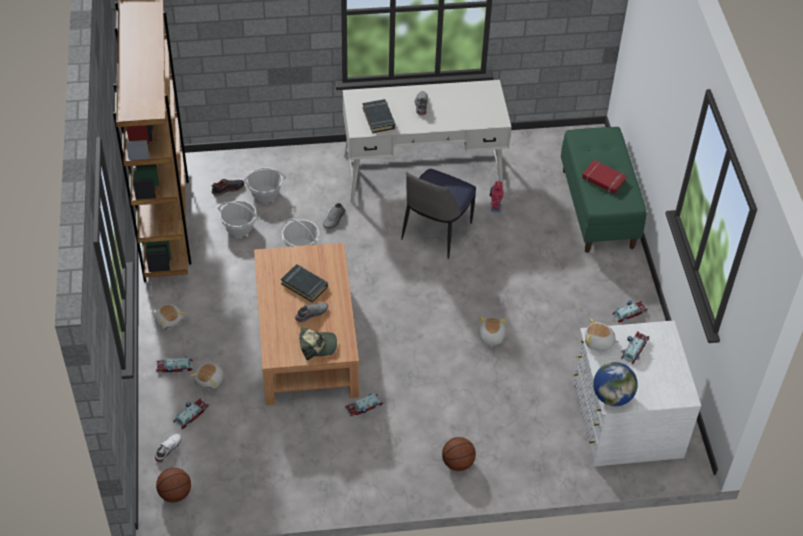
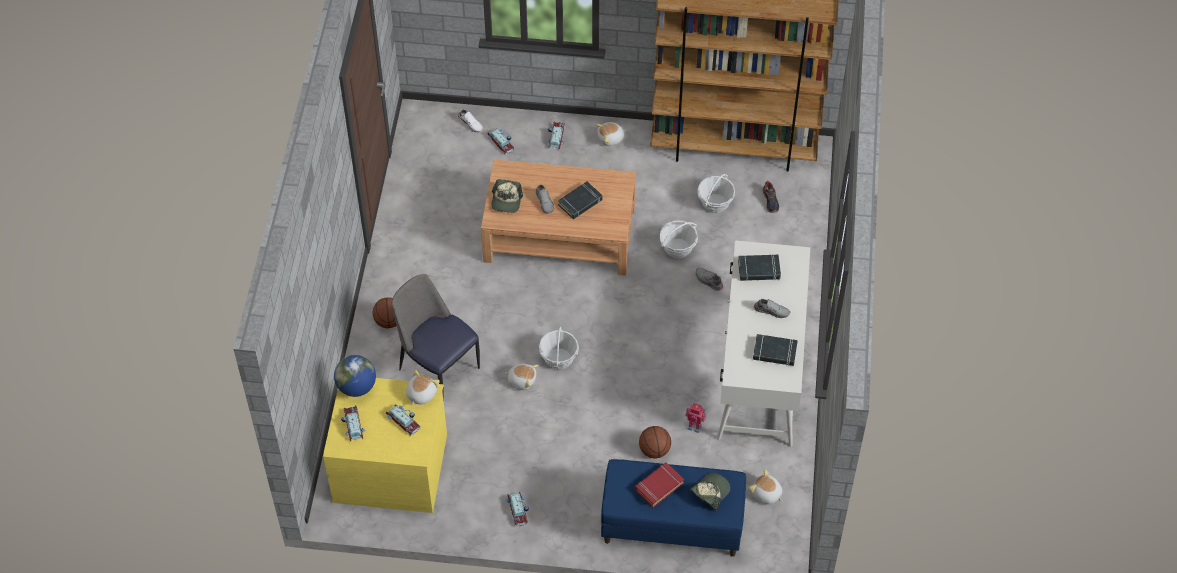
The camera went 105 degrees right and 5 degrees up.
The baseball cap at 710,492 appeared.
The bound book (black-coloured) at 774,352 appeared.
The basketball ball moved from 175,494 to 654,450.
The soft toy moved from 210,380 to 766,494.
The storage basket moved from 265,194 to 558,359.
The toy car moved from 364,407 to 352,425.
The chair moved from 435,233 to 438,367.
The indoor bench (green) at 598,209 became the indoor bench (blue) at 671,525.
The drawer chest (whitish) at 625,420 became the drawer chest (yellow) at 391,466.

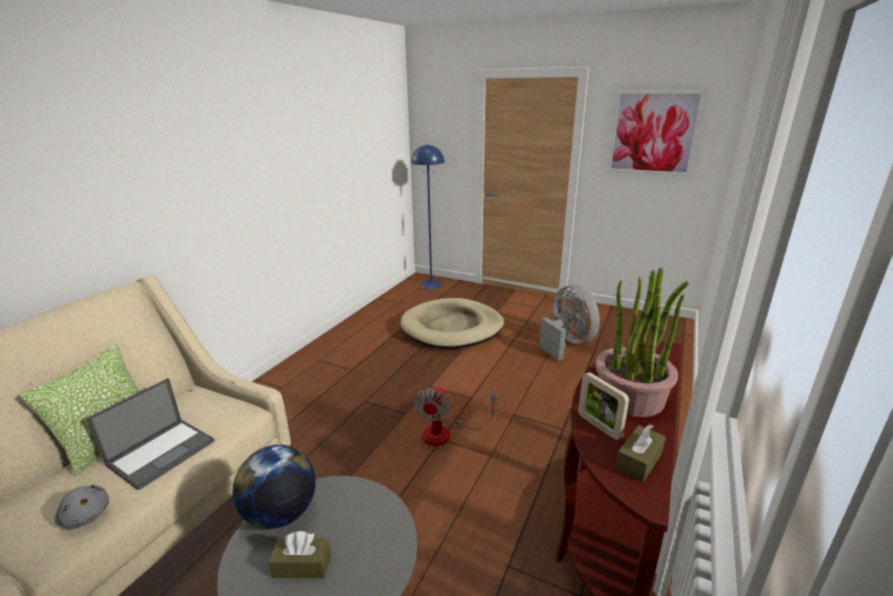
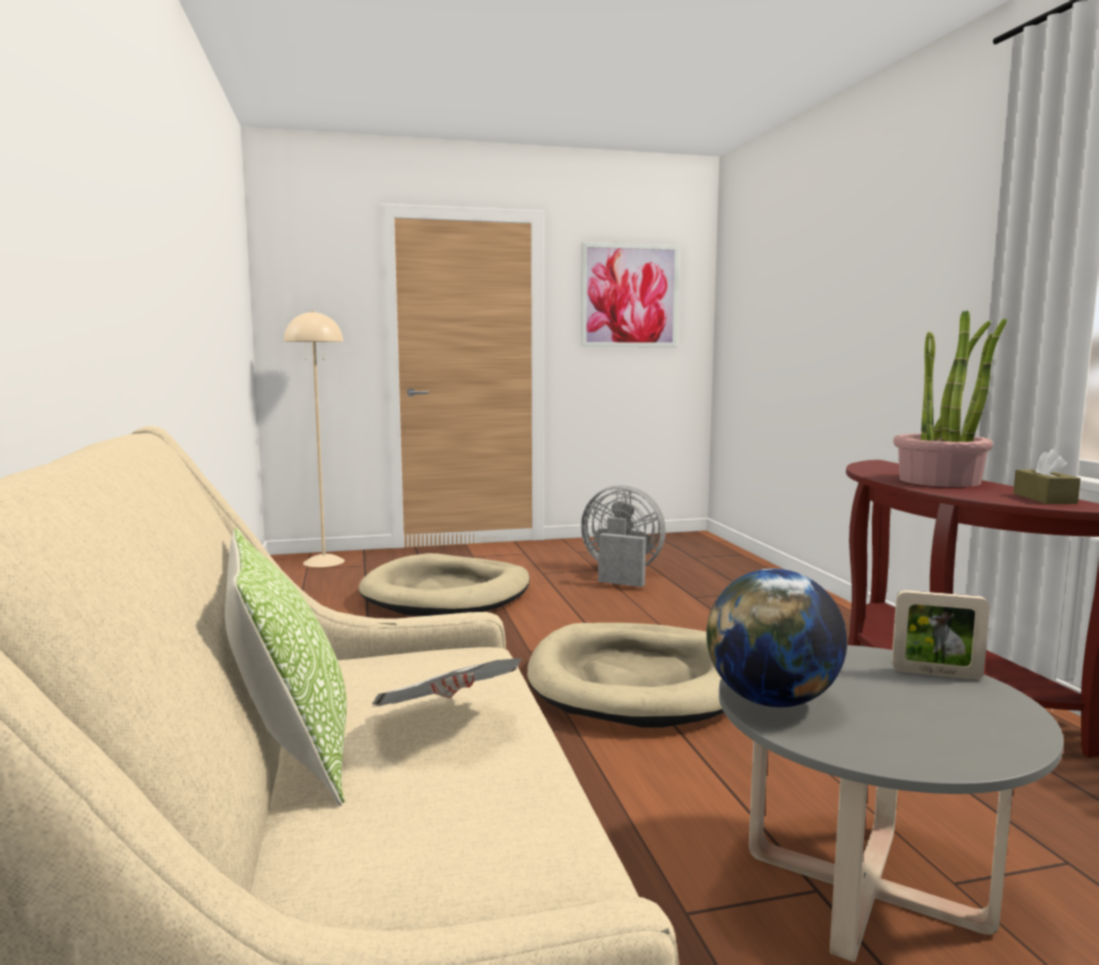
The camera went 40 degrees left and 15 degrees down.
The soft toy (greyish) at 86,516 disappeared.
The tissue box (brown) at 302,565 disappeared.
The picture frame moved from 599,426 to 936,674.
The laptop at 162,452 was replaced by the printed paper at 446,723.
The cooling fan at 446,432 was replaced by the dog bed (beige) at 637,681.
The standard lamp (blue) at 431,284 became the standard lamp (beige) at 324,561.

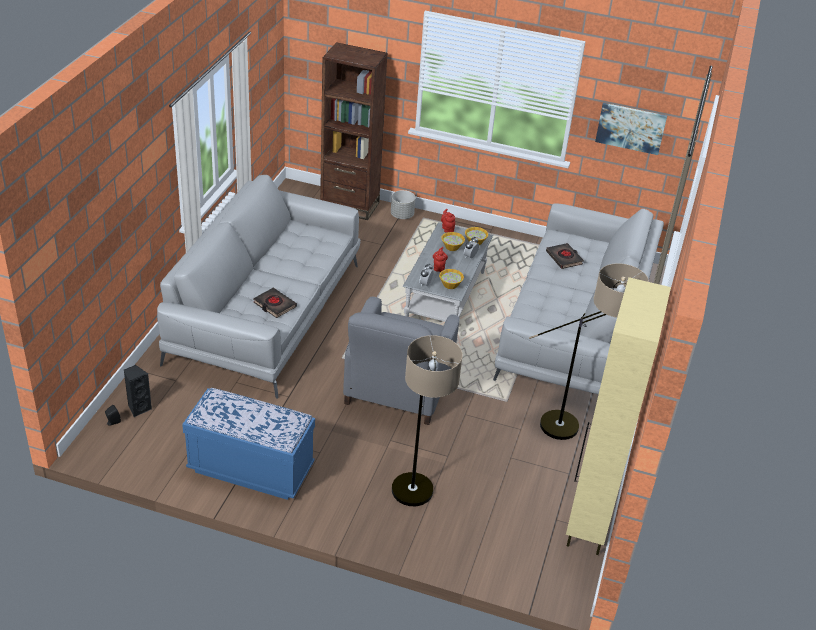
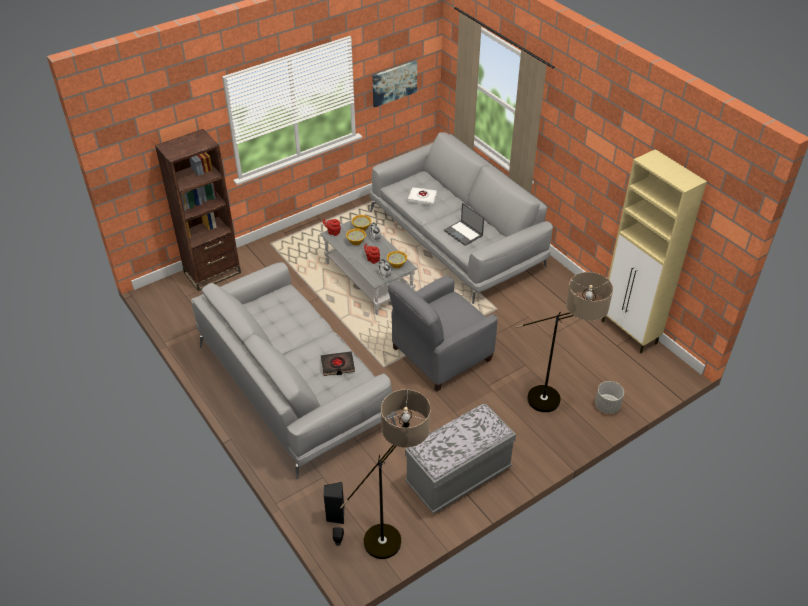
The camera went 50 degrees left and 5 degrees up.
The laptop at 463,233 appeared.
The planter (greyish) moved from 402,215 to 607,406.
The standard lamp moved from 574,430 to 395,534.
The indoor bench (blue) at 251,469 became the indoor bench (greyish) at 458,477.
The bound book (black-coloured) at 564,258 became the bound book (whitish) at 422,198.
The armchair (greyish) at 397,388 turned 90 degrees clockwise.

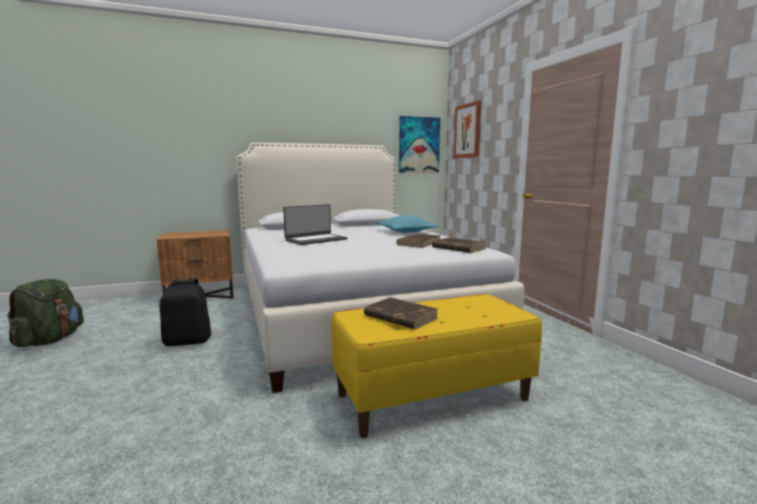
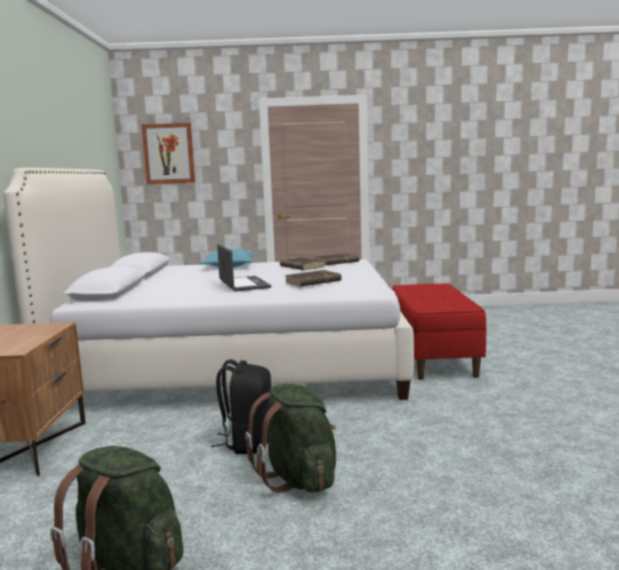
The camera went 70 degrees left and 0 degrees up.
The wall picture at 419,145 disappeared.
The backpack (green) at 298,478 appeared.
The bound book (brown) moved from 400,317 to 312,281.
The indoor bench (yellow) at 432,396 became the indoor bench (red) at 432,356.

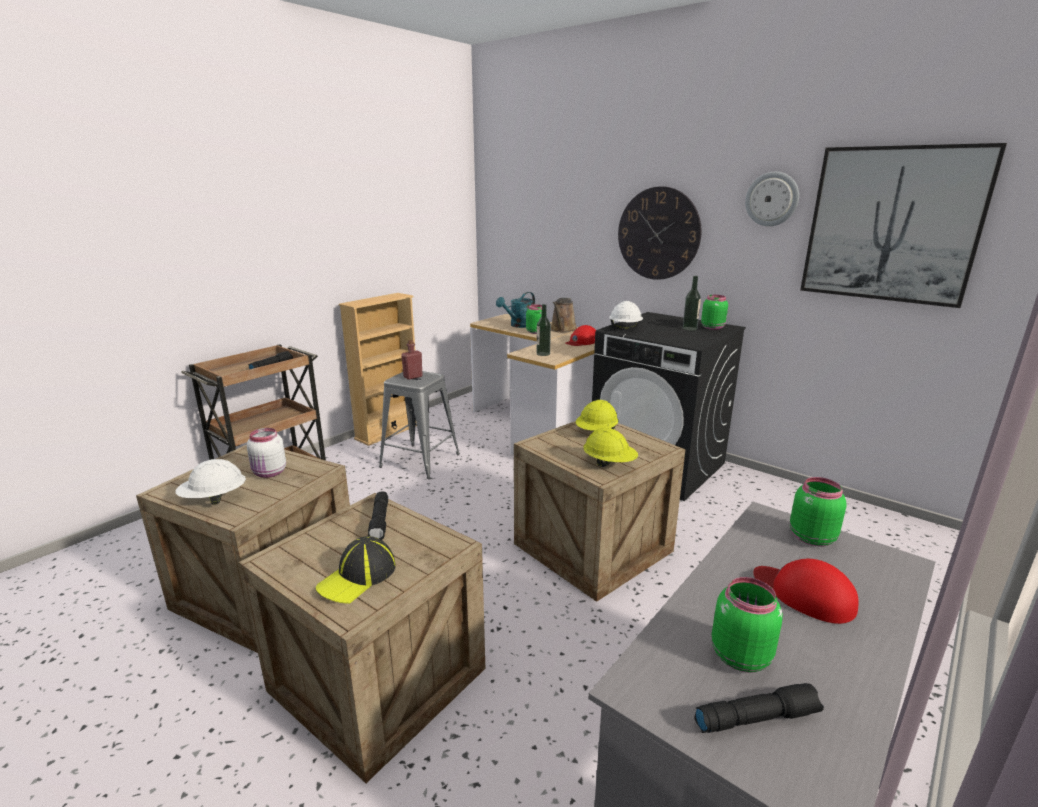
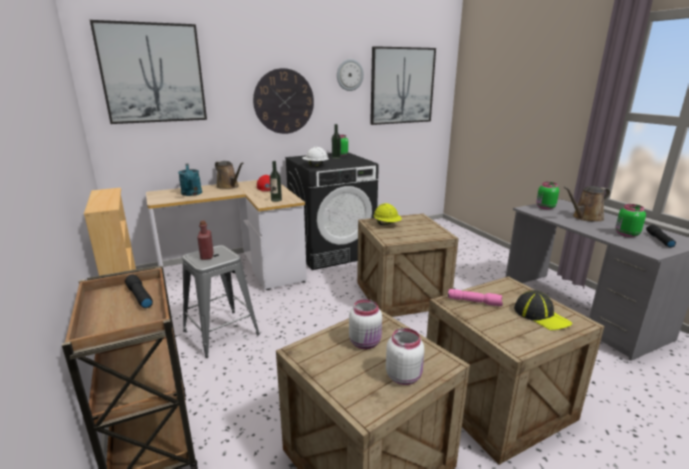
The camera went 65 degrees left and 0 degrees up.
The storage jar (green) at 535,332 disappeared.
The safety helmet (yellow) at 609,464 disappeared.
The wall picture at 153,74 appeared.
The safety helmet (whitish) at 214,499 was replaced by the storage jar (whitish) at 404,376.
The baseball cap (red) at 804,594 was replaced by the sprinkling can (brown) at 585,218.
The torch (black-coloured) at 380,522 became the torch (pink-coloured) at 474,301.

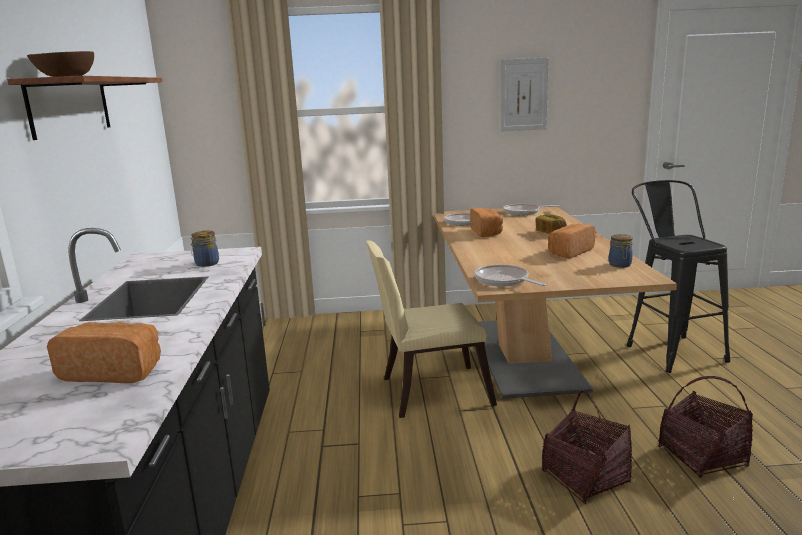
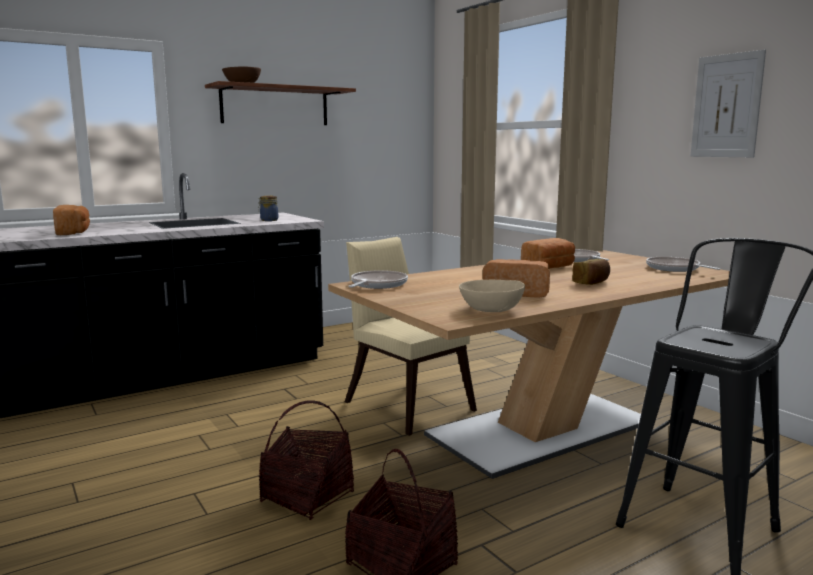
The camera went 60 degrees right and 5 degrees down.
The storage jar at 620,265 was replaced by the serving bowl (beige) at 491,309.

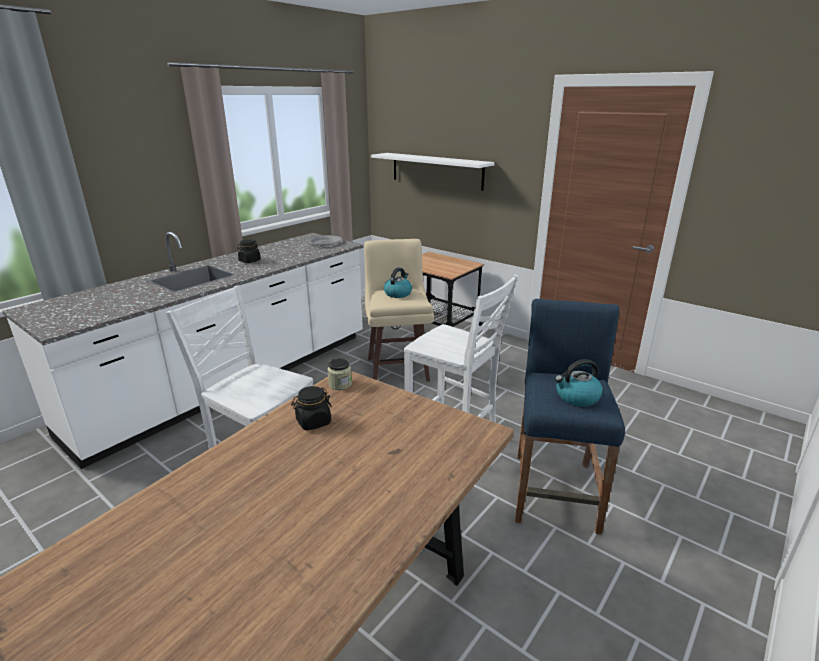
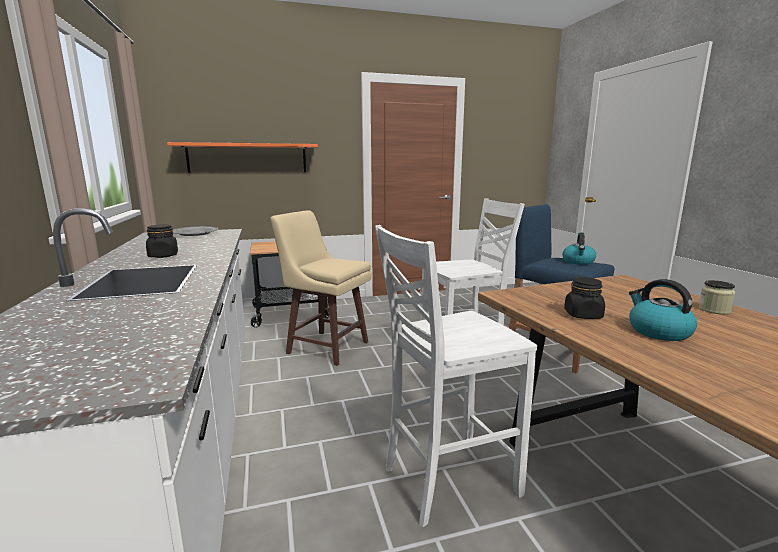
The camera went 55 degrees left and 10 degrees down.
The storage jar moved from 340,384 to 714,310.
The water kettle moved from 398,293 to 658,331.
The wall shelf (whitish) at 436,171 became the wall shelf (orangey) at 248,158.

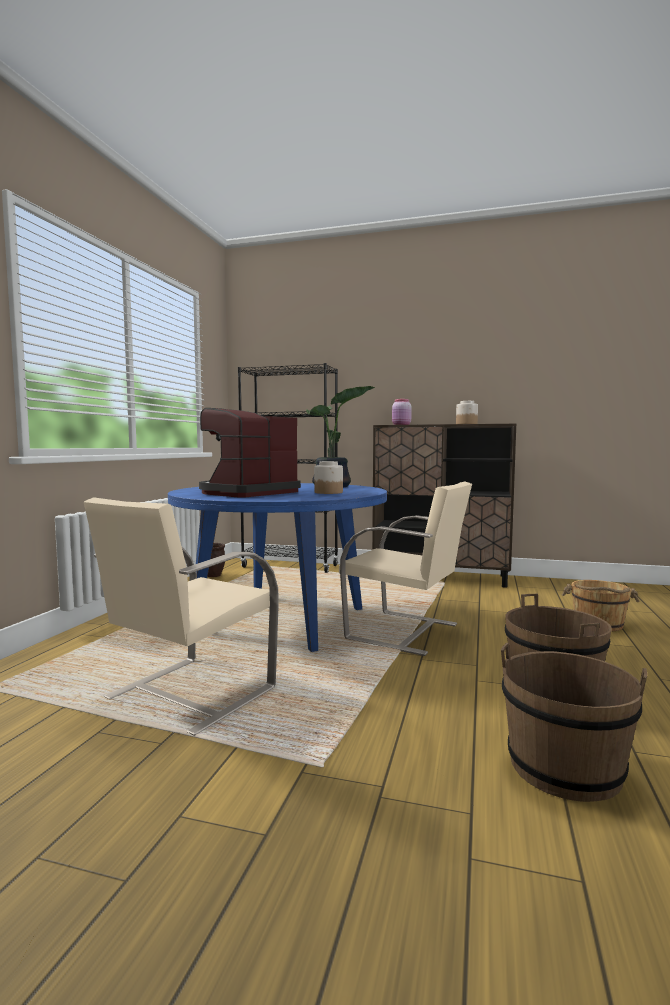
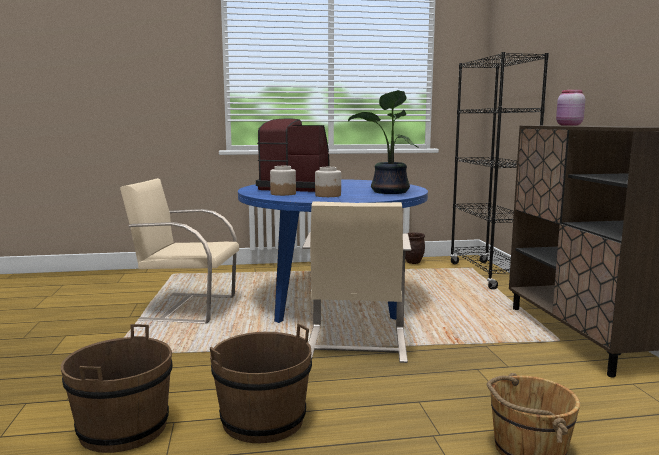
The camera went 65 degrees right and 5 degrees up.
The storage jar moved from 466,424 to 283,194.

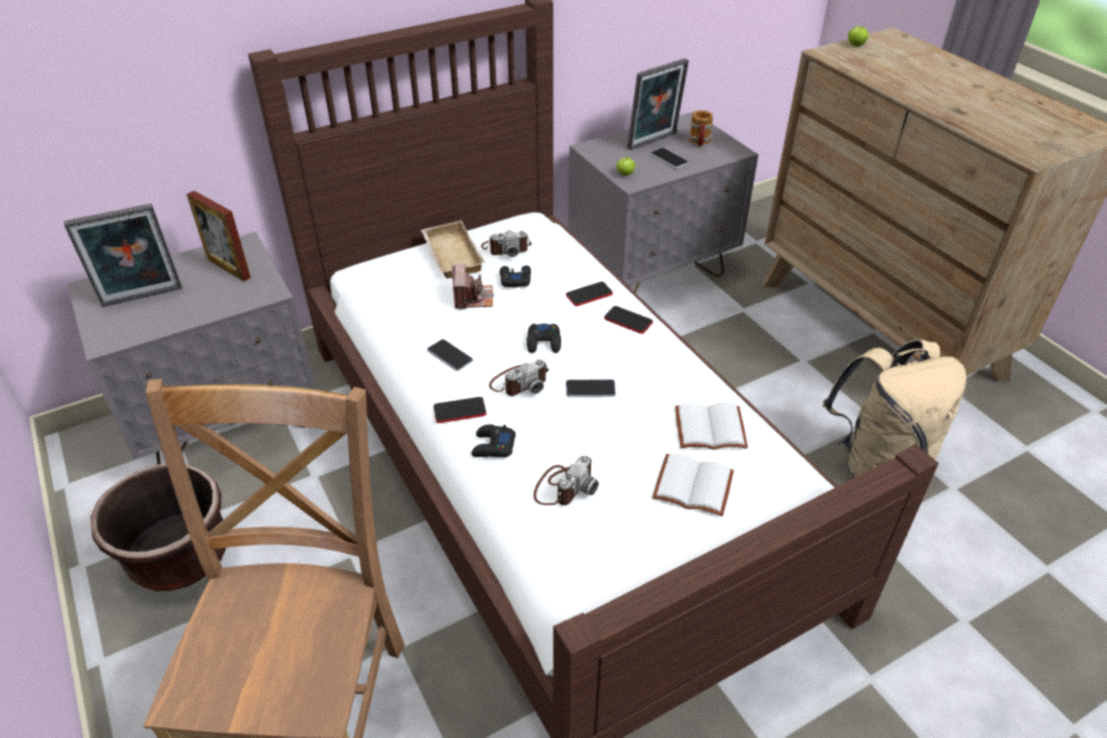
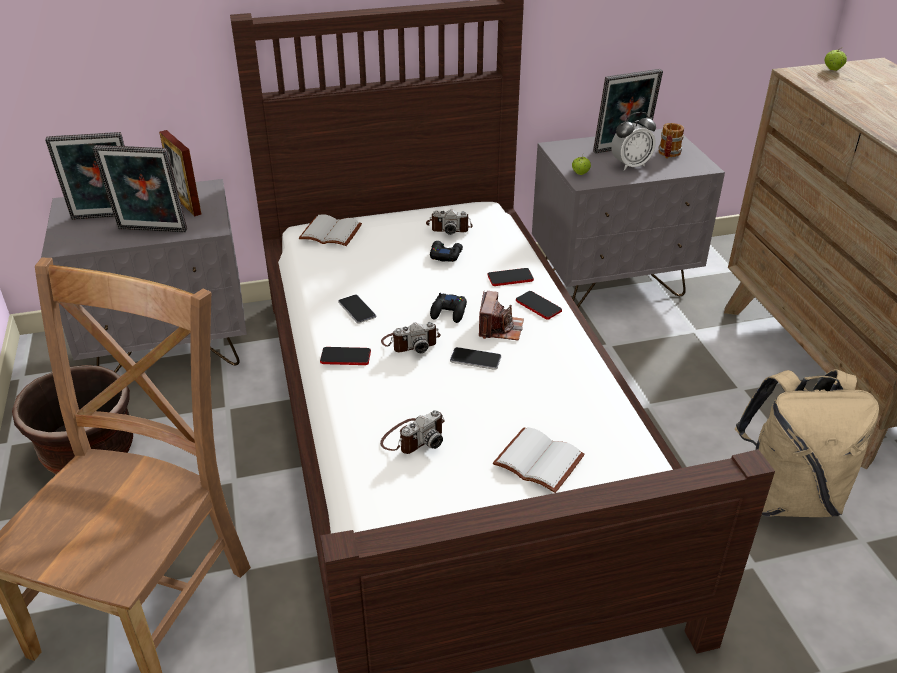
The camera went 15 degrees right and 5 degrees down.
The tray (beige) at 450,255 disappeared.
The game controller (black-coloured) at 493,446 disappeared.
The picture frame at 151,231 appeared.
The photo camera moved from 472,298 to 500,328.
The bound book (whitish) moved from 709,430 to 329,233.
The phone at 669,159 was replaced by the alarm clock at 630,165.

